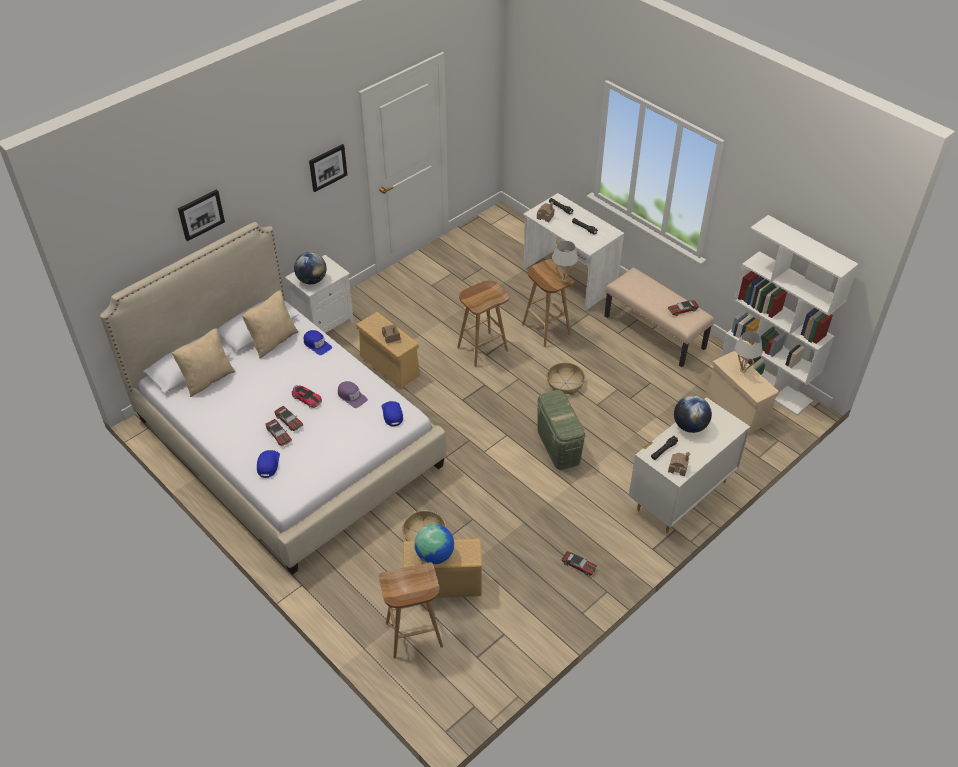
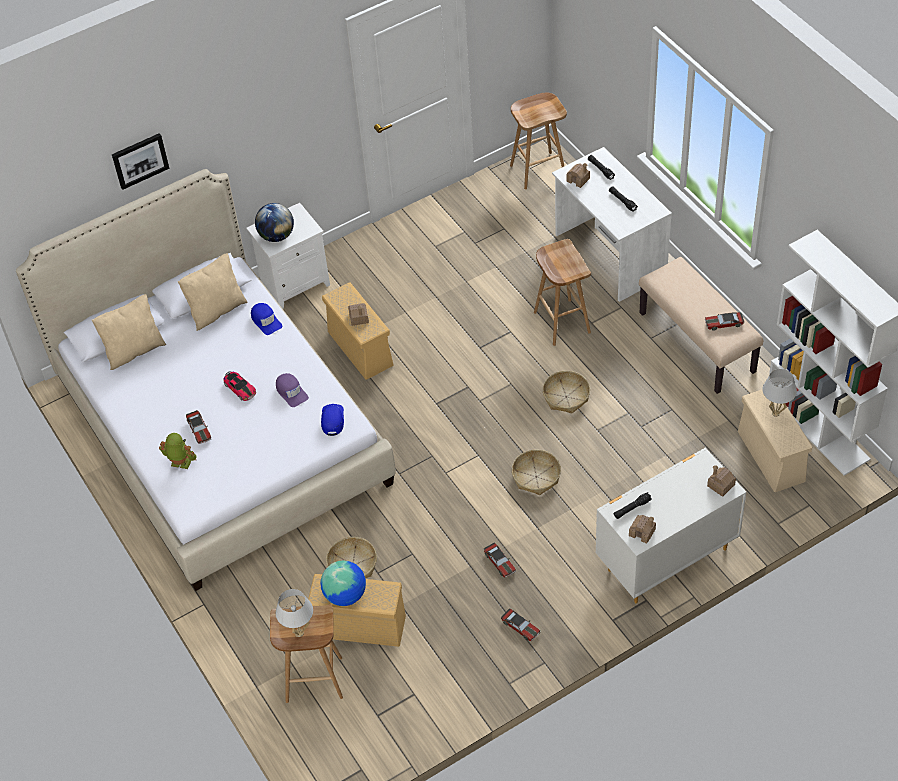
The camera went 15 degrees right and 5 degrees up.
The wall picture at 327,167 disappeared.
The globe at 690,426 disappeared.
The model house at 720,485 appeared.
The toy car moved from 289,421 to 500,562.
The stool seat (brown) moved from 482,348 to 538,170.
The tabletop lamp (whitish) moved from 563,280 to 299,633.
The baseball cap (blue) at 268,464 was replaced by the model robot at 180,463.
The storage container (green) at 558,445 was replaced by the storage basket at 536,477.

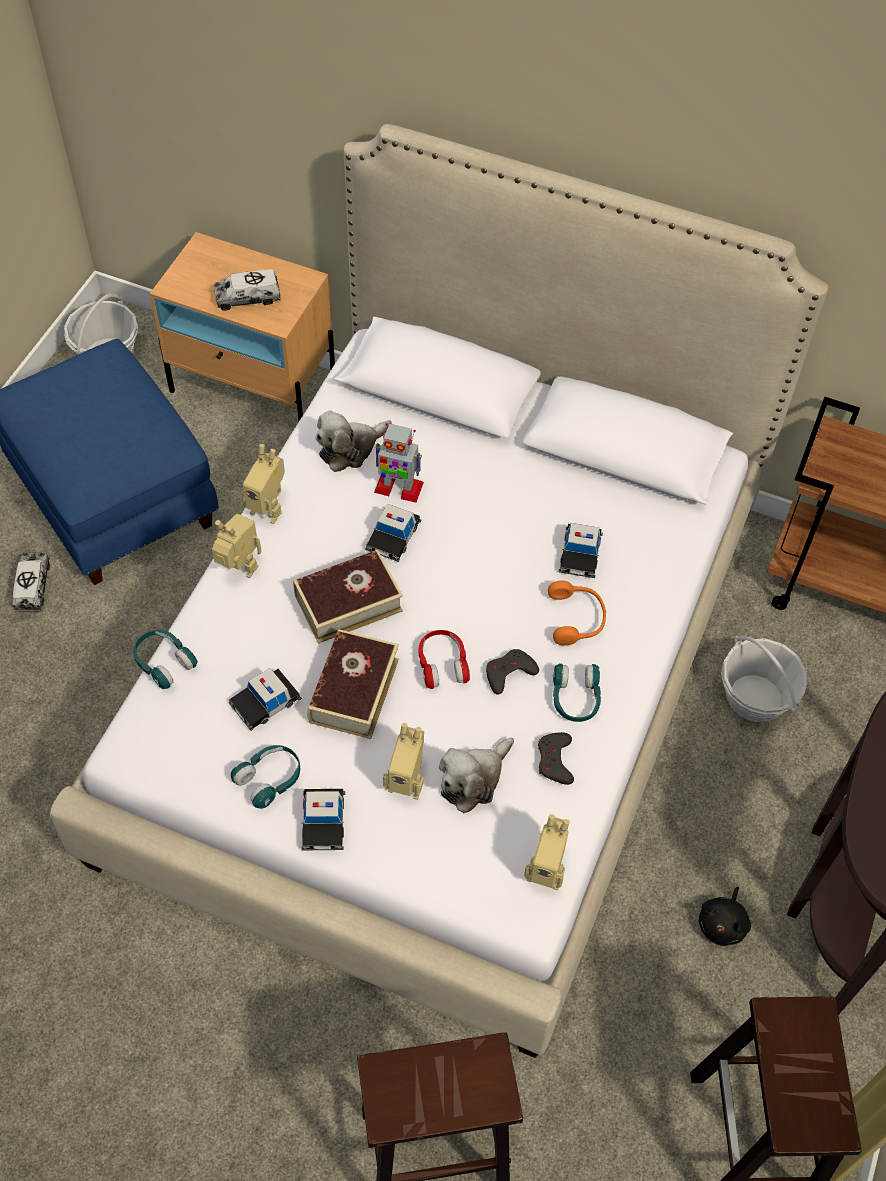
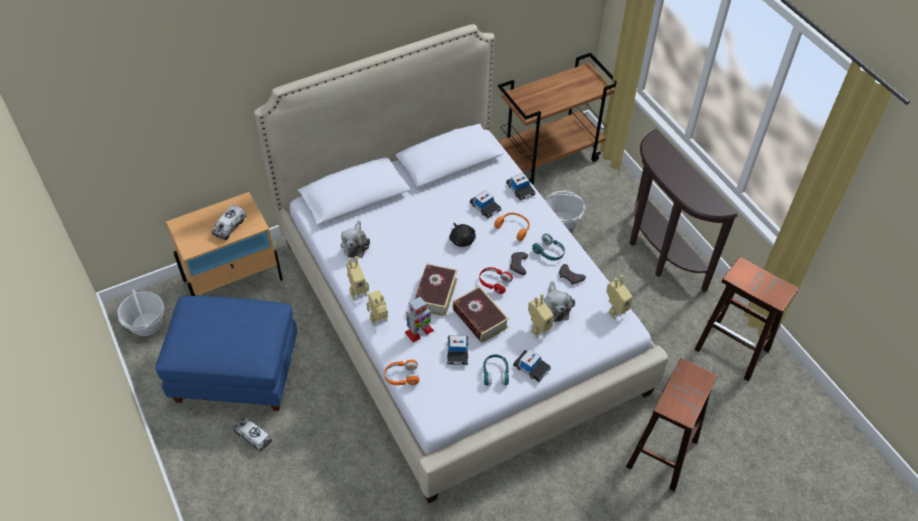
The camera went 50 degrees left and 5 degrees down.
The toy car moved from 393,536 to 520,189.
The model robot moved from 398,487 to 419,331.
The soft toy (black-coloured) moved from 723,924 to 462,239.
The headset (blue-green) at 164,662 became the headset (orangey) at 401,376.

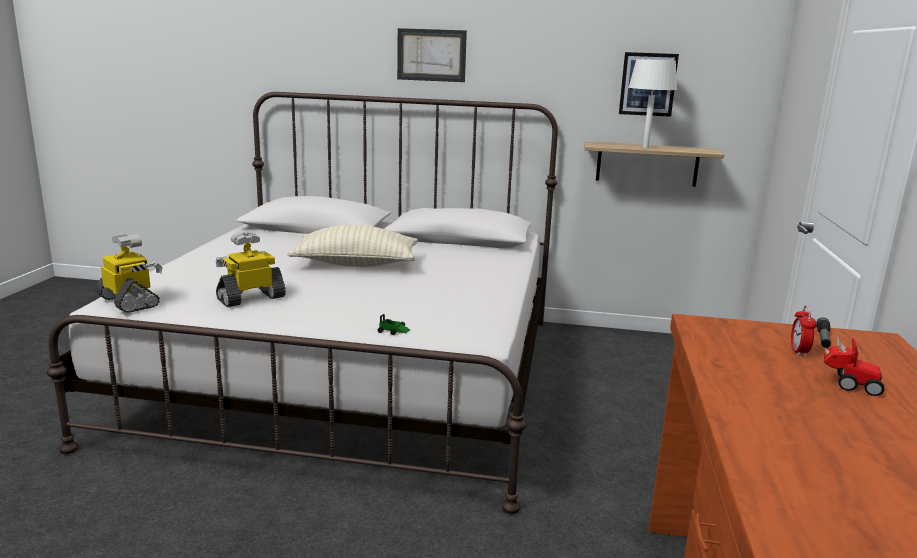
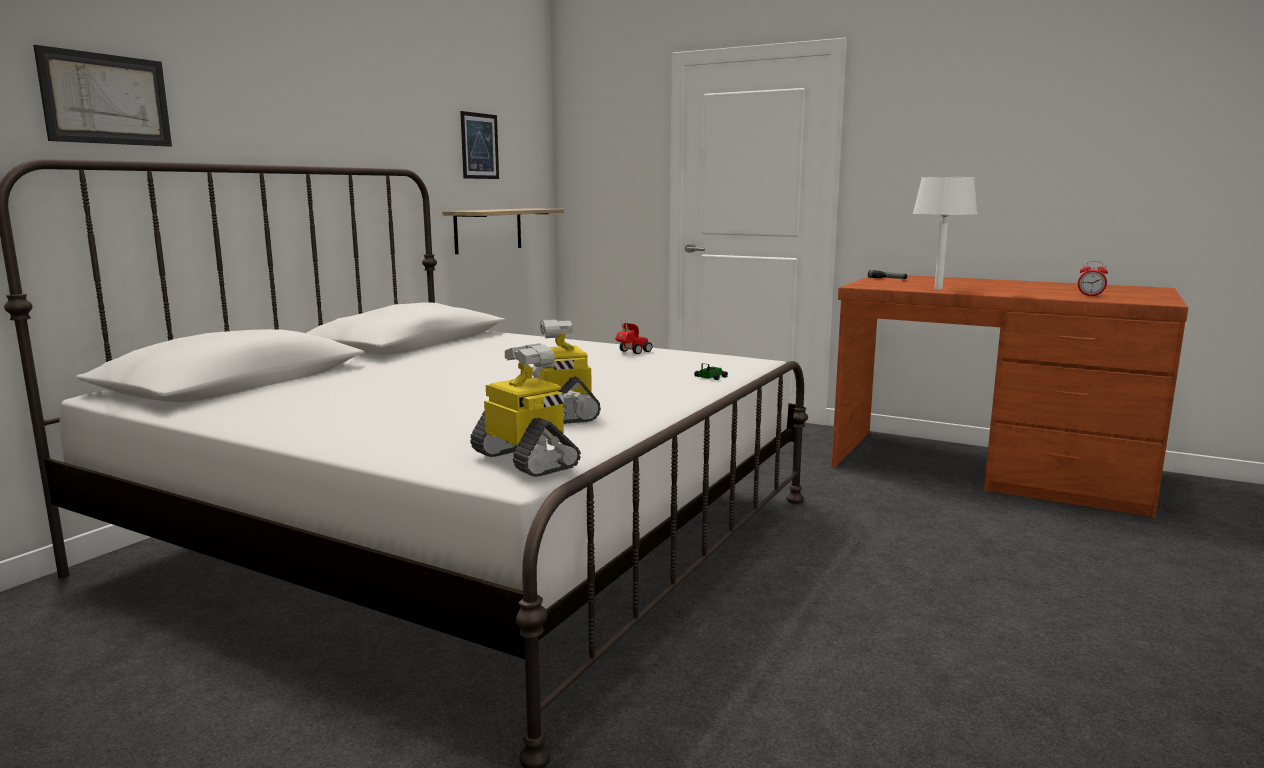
The camera went 70 degrees left and 5 degrees down.
The throw pillow (beige) at 356,264 disappeared.
The wall picture moved from 431,55 to 106,99.
The tabletop lamp (whitish) moved from 645,147 to 938,289.
The alarm clock moved from 798,352 to 1090,296.
The toy car moved from 849,384 to 632,352.
The model robot at 130,302 turned 75 degrees clockwise.

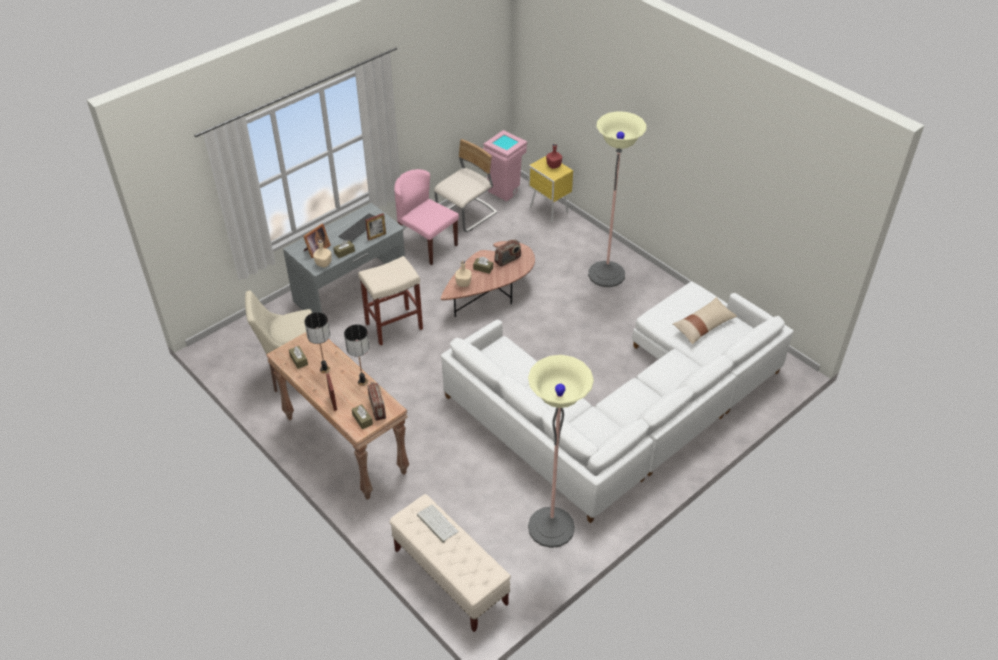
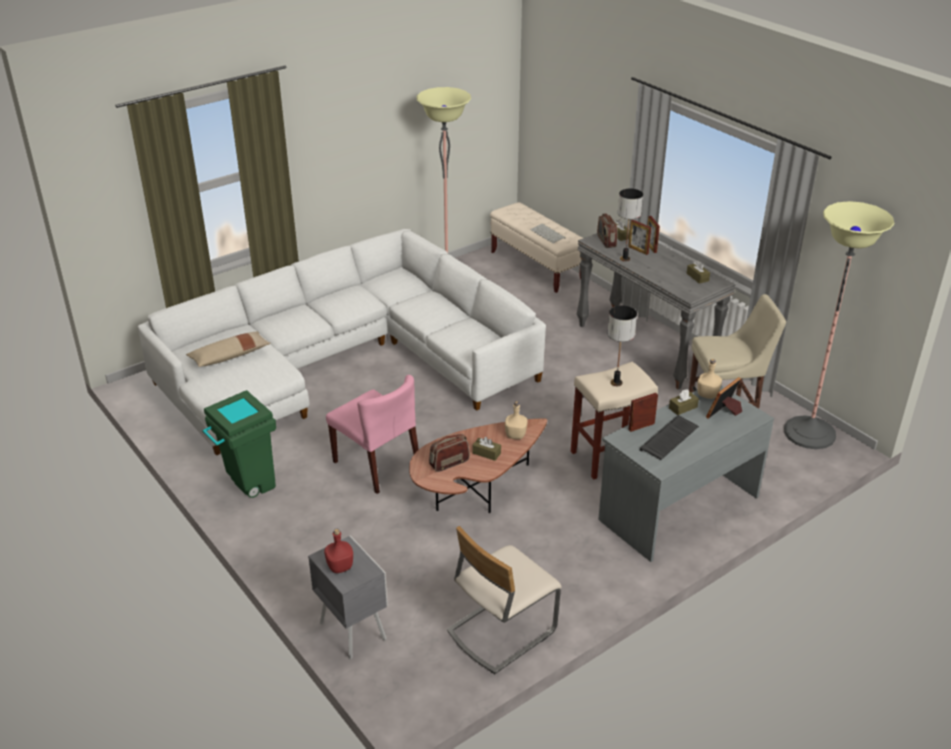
The camera went 175 degrees left and 10 degrees down.
The rubbish bin (pink-coloured) at 505,191 disappeared.
The rubbish bin (green) at 248,486 appeared.
The picture frame at 638,250 appeared.
The tabletop lamp moved from 324,369 to 616,383.
The chair (pink-coloured) moved from 427,245 to 377,464.
The standard lamp moved from 606,274 to 809,433.
The console table (brown) at 344,445 became the console table (greyish) at 645,348.
The bedside table (yellow) at 549,211 became the bedside table (greyish) at 353,630.

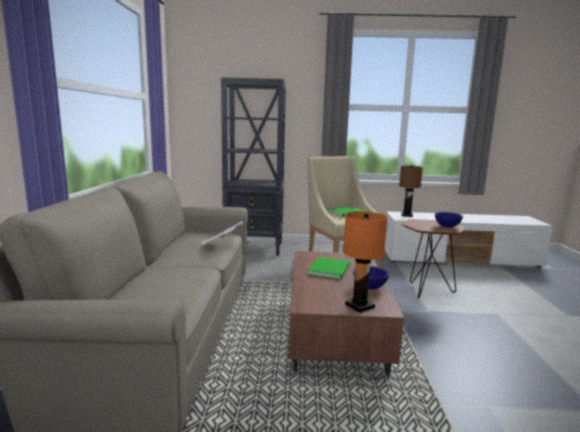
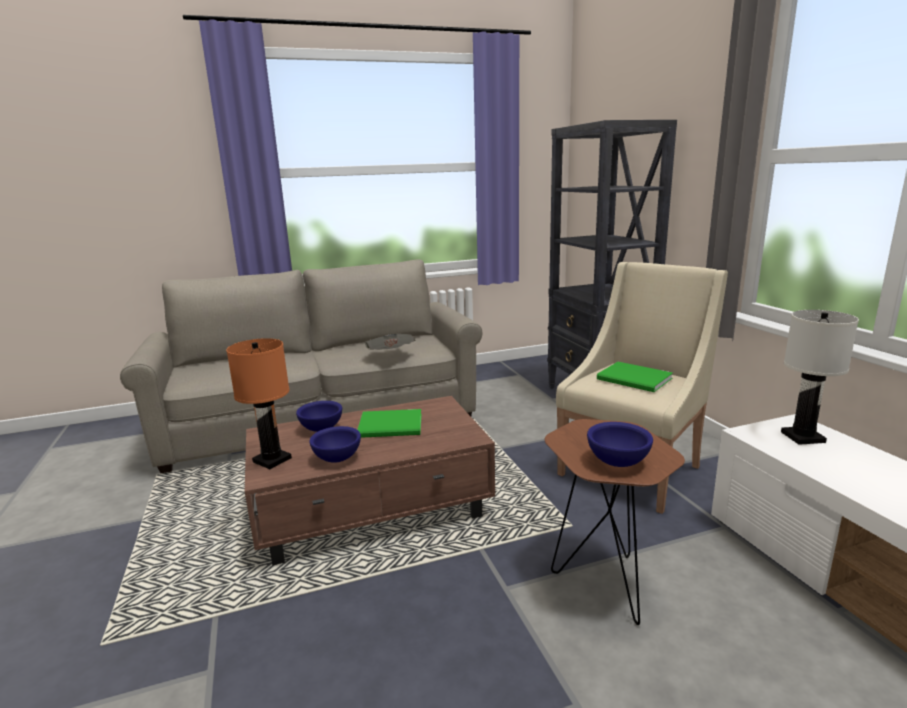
The camera went 70 degrees right and 5 degrees up.
The serving bowl (blue) at 321,429 appeared.
The tabletop lamp (brown) at 407,215 became the tabletop lamp (whitish) at 802,437.

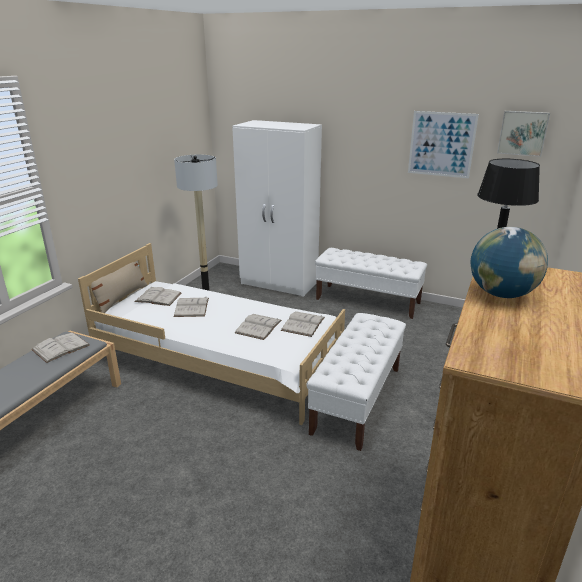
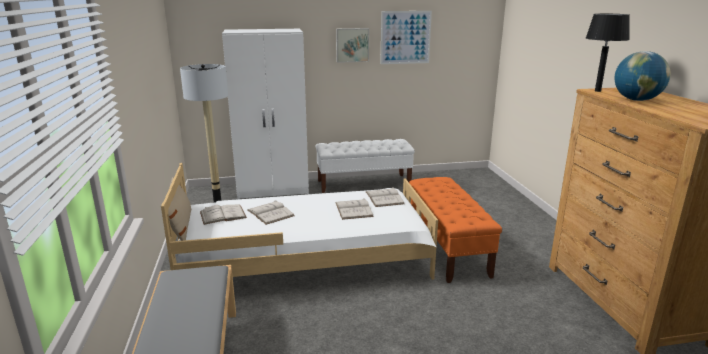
The camera went 35 degrees left and 5 degrees down.
The bound book (whitish) at 61,347 disappeared.
The wall picture moved from 522,133 to 352,45.
The indoor bench (whitish) at 357,399 became the indoor bench (orangey) at 446,248.

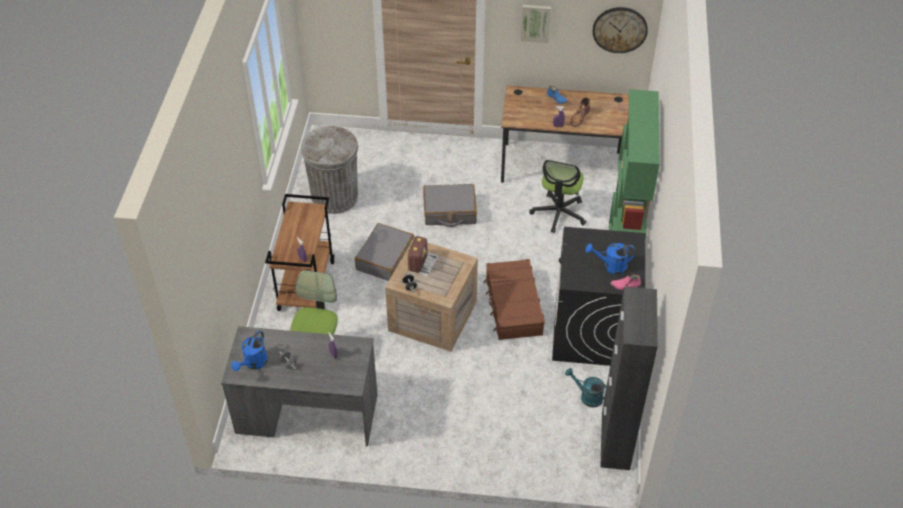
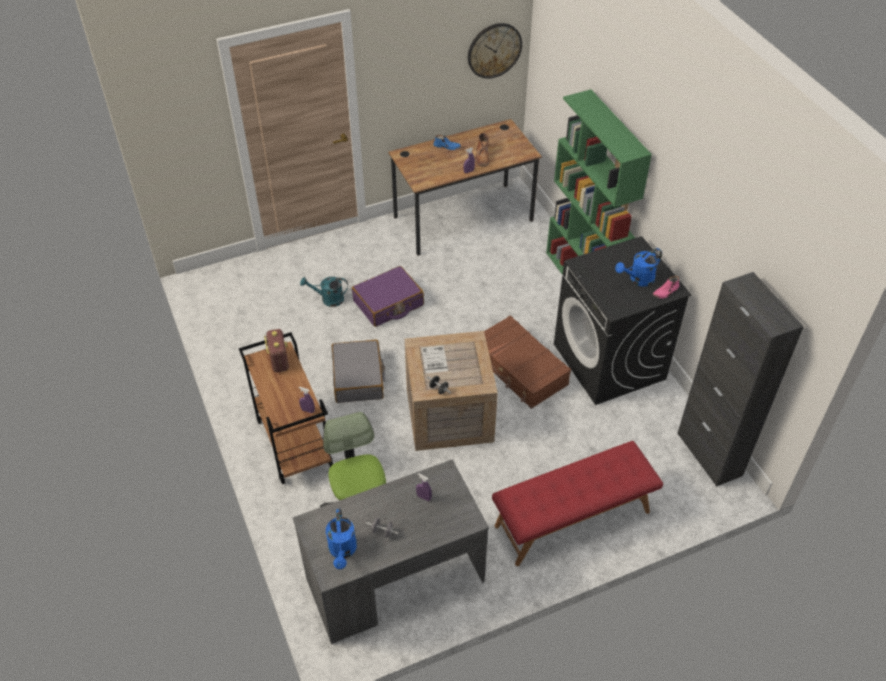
The camera went 30 degrees left and 0 degrees up.
The rubbish bin (greyish) at 334,197 disappeared.
The wall picture at 535,22 disappeared.
The office chair at 558,213 disappeared.
The indoor bench (red) at 572,519 appeared.
The radio set moved from 417,263 to 279,361.
The sprinkling can (blue-green) moved from 587,396 to 328,299.
The piece of luggage (greyish) at 449,211 became the piece of luggage (purple-coloured) at 388,303.

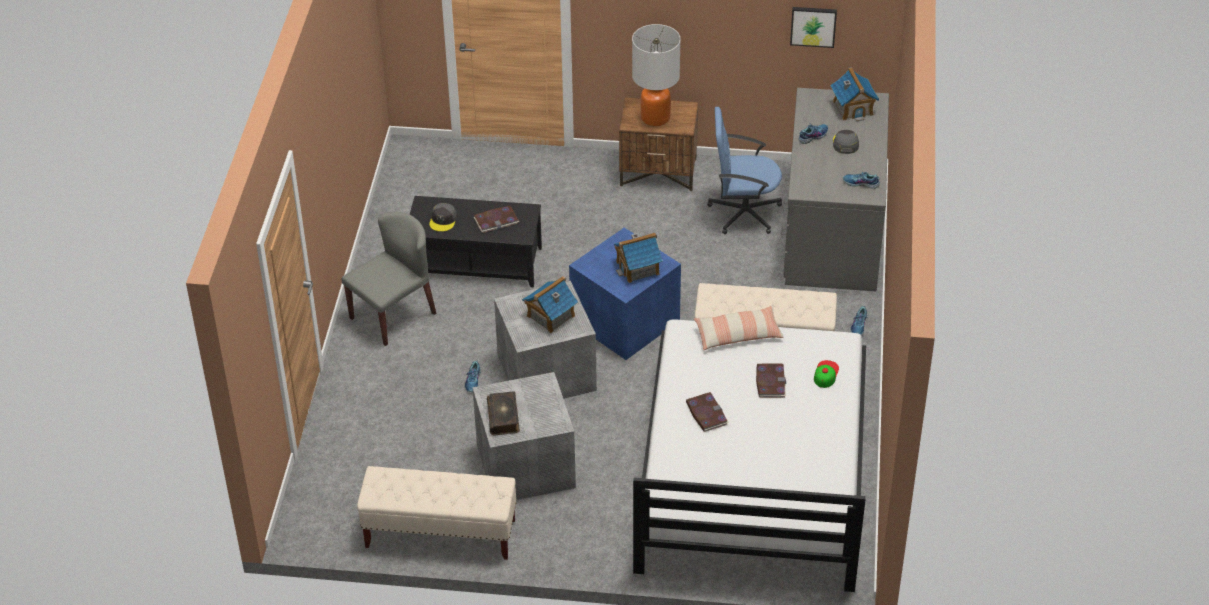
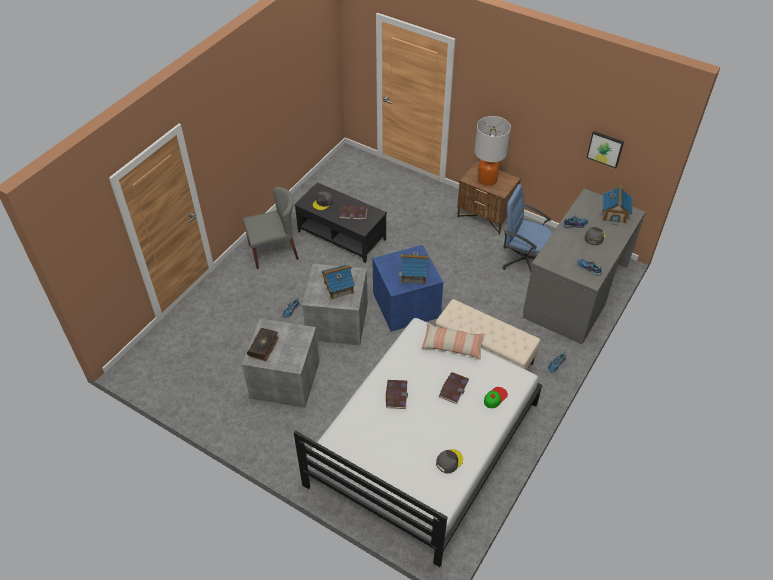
The camera went 25 degrees right and 5 degrees up.
The indoor bench (beige) at 440,534 disappeared.
The baseball cap (greyish) at 449,461 appeared.

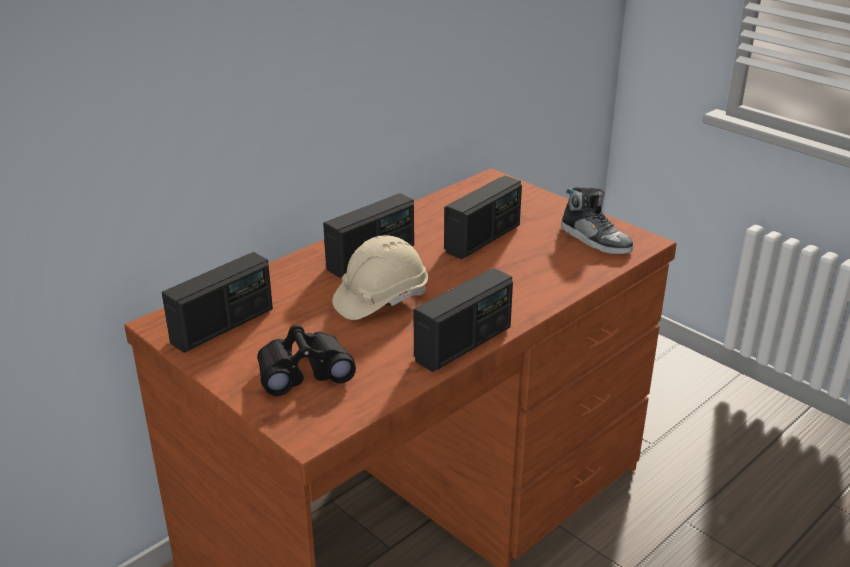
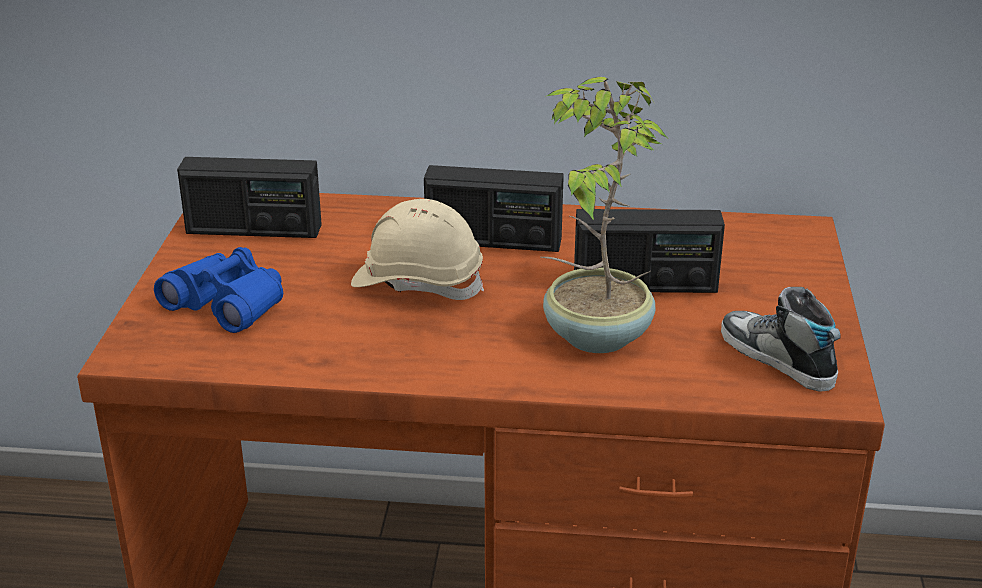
The camera went 50 degrees right and 0 degrees up.
The radio set at 464,344 disappeared.
The potted plant at 594,336 appeared.
The pair of binoculars (black-coloured) at 303,371 became the pair of binoculars (blue) at 228,304.
The shoe at 595,239 turned 135 degrees clockwise.

